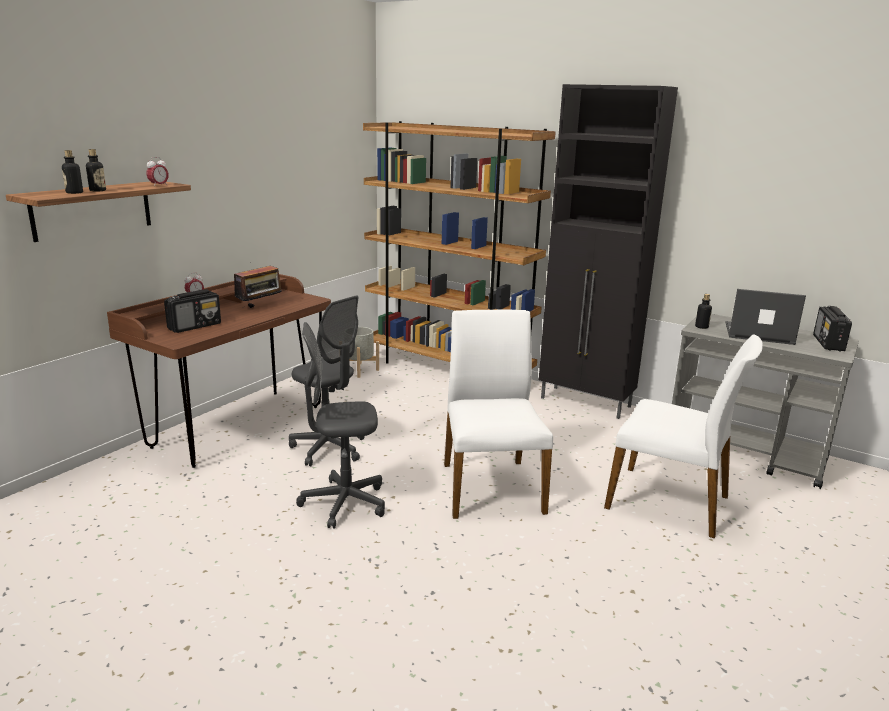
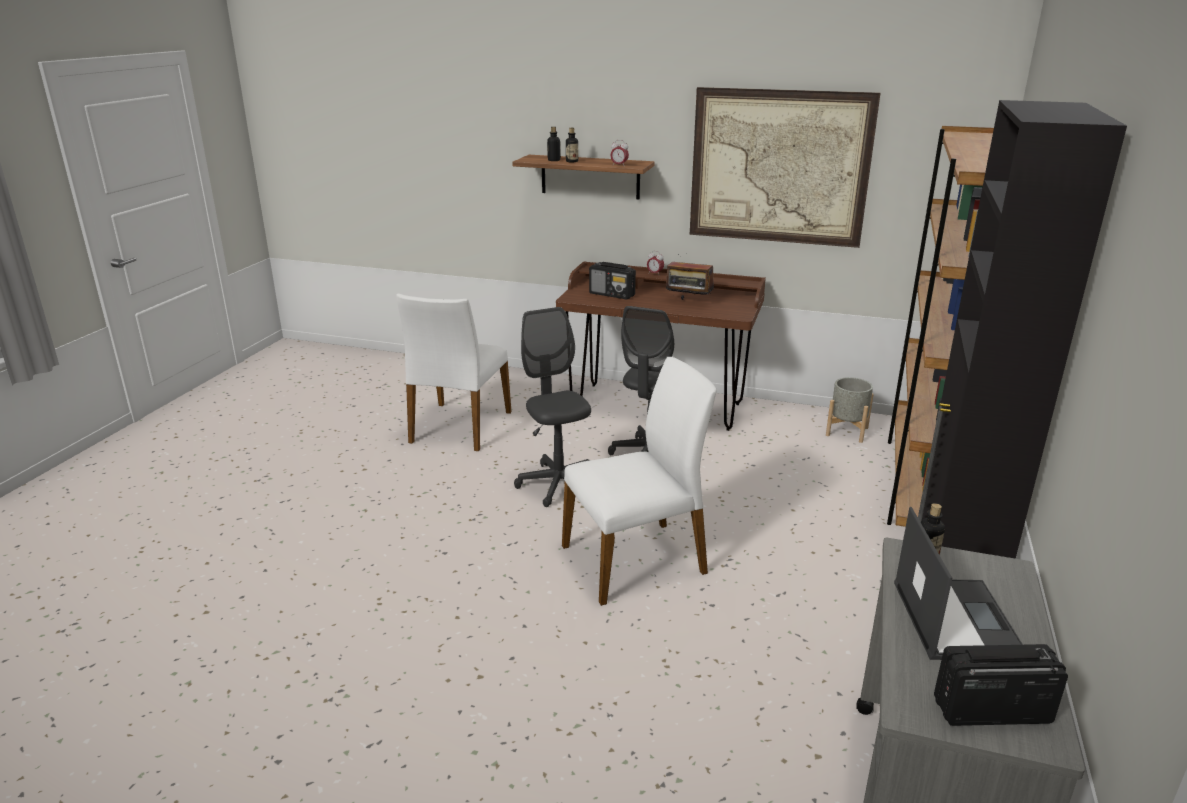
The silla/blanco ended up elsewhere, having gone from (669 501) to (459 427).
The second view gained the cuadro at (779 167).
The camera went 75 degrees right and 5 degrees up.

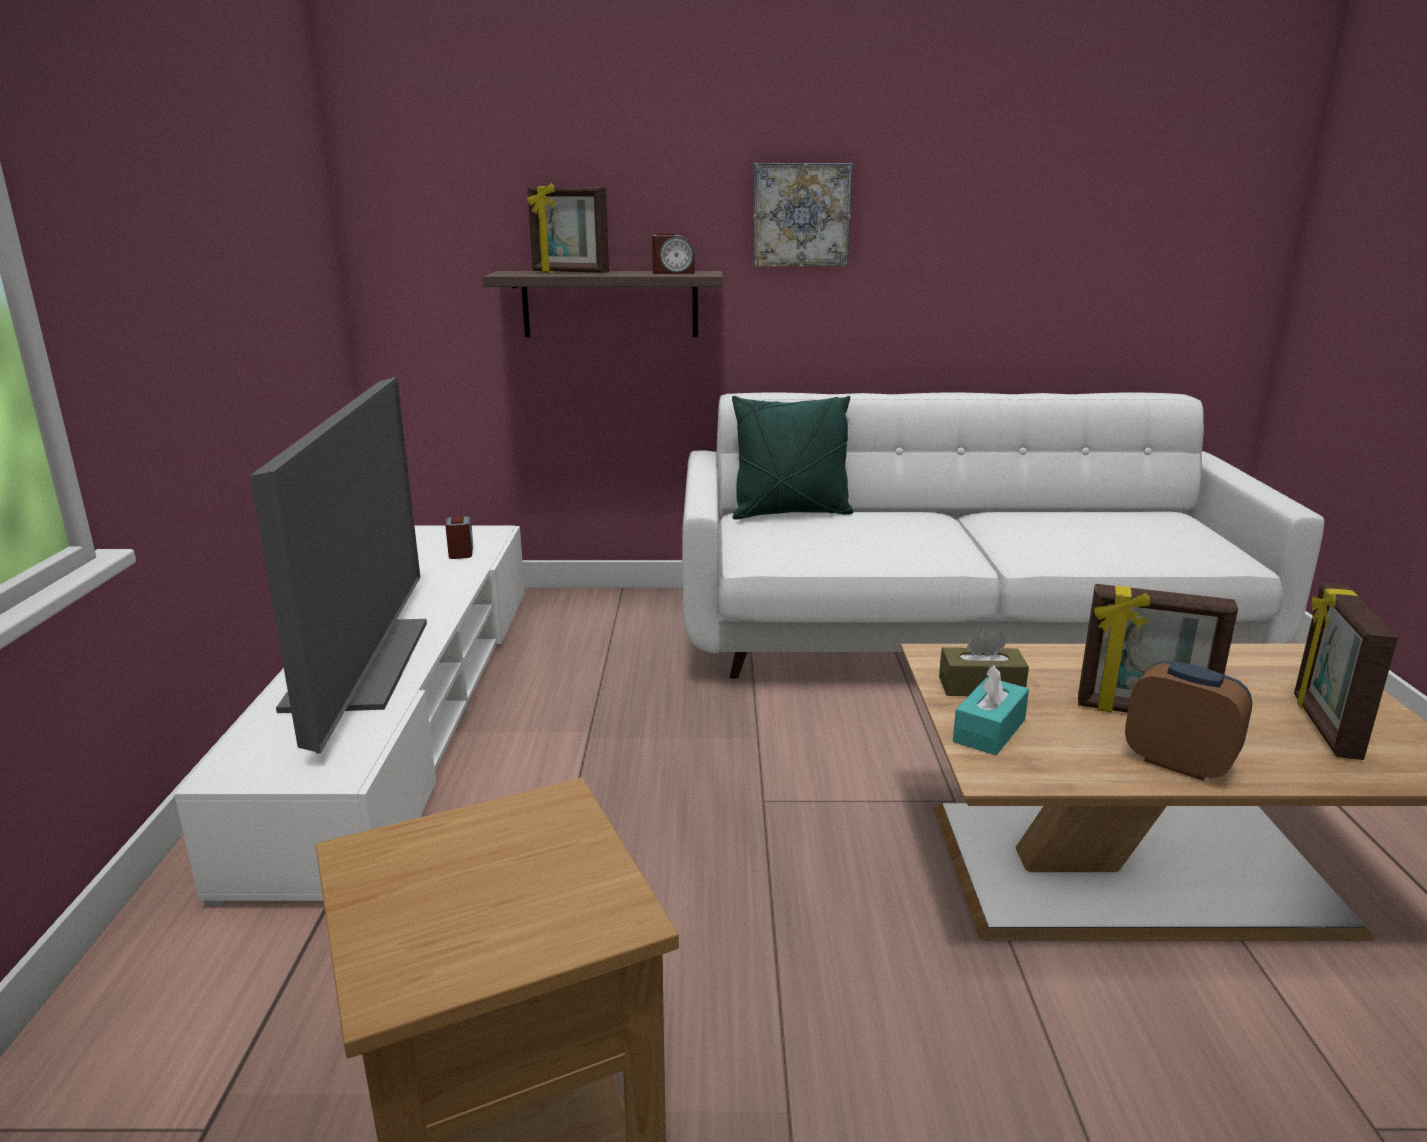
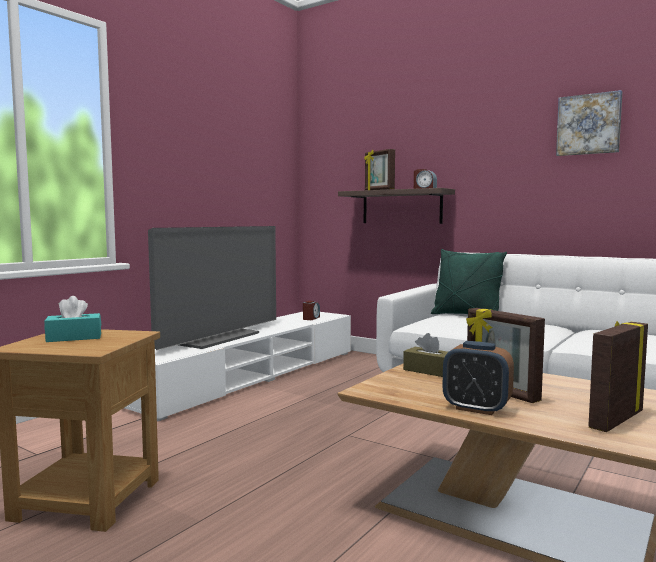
The cuadro ended up elsewhere, having gone from (801 215) to (588 124).
The despertador at (1178 763) ended up facing another way, 135 degrees clockwise from before.
The caja de pañuelos/turquesa ended up elsewhere, having gone from (989 730) to (74 337).
The camera went 35 degrees right and 15 degrees down.

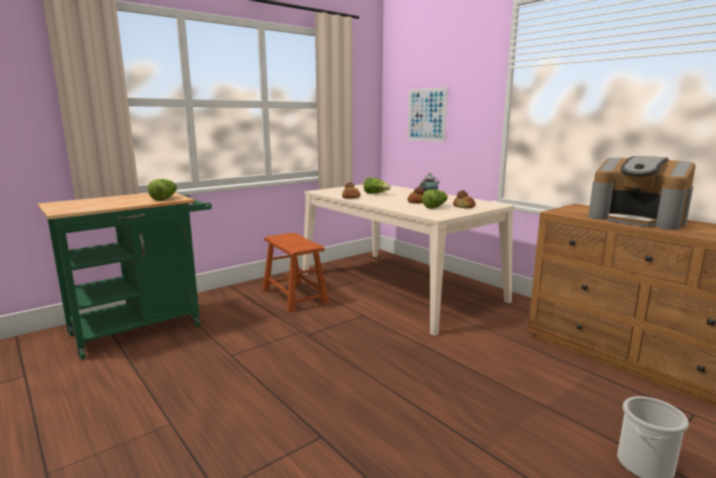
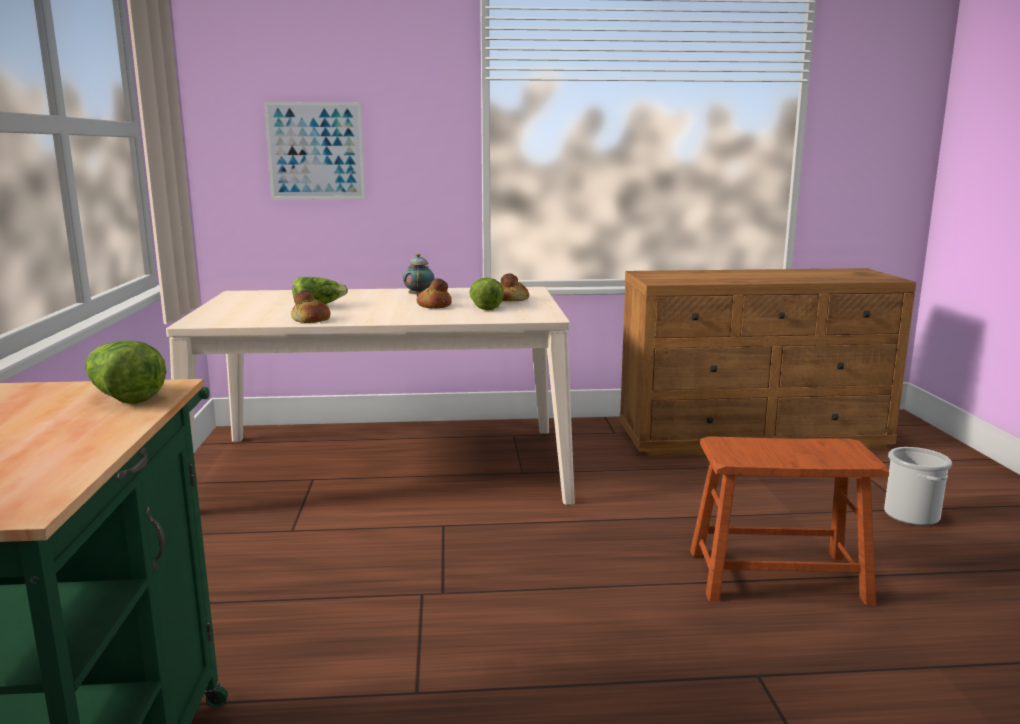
The second view lost the cafetera at (637 219).
The taburete/marrón ended up elsewhere, having gone from (294 296) to (777 576).
The camera went 55 degrees left and 0 degrees up.

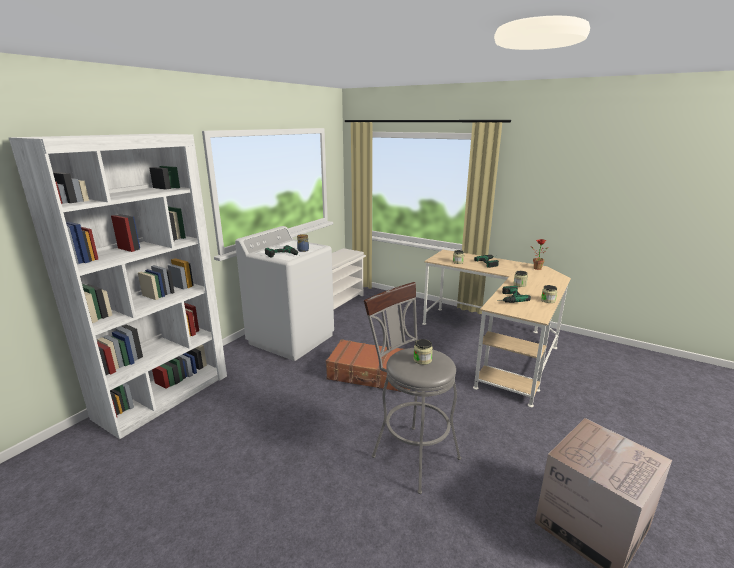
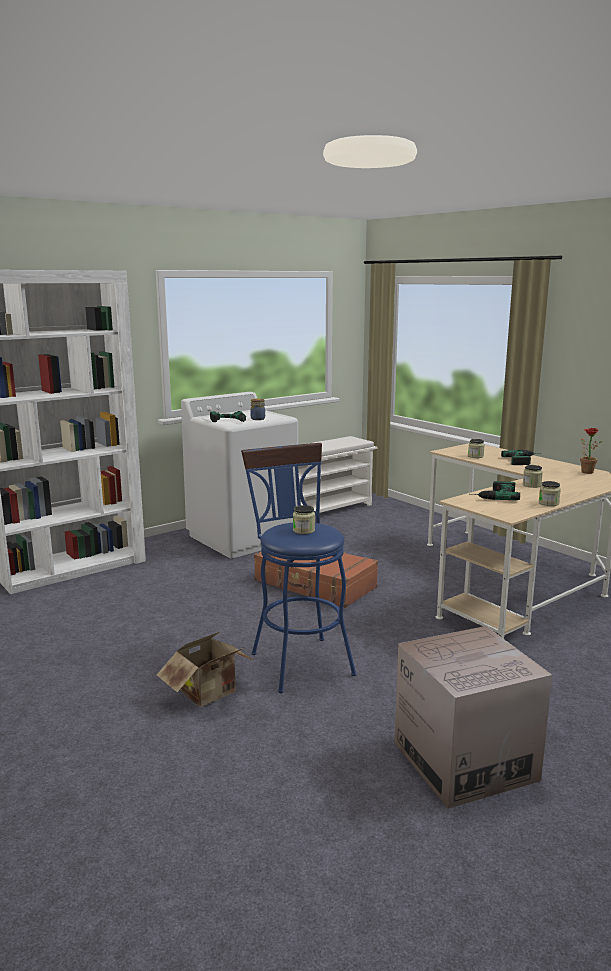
What was the taburete/gris at (410 453) turned into the taburete/azul at (298 659).
The second view gained the caja de cartón at (211 694).
The camera went 20 degrees right and 5 degrees down.

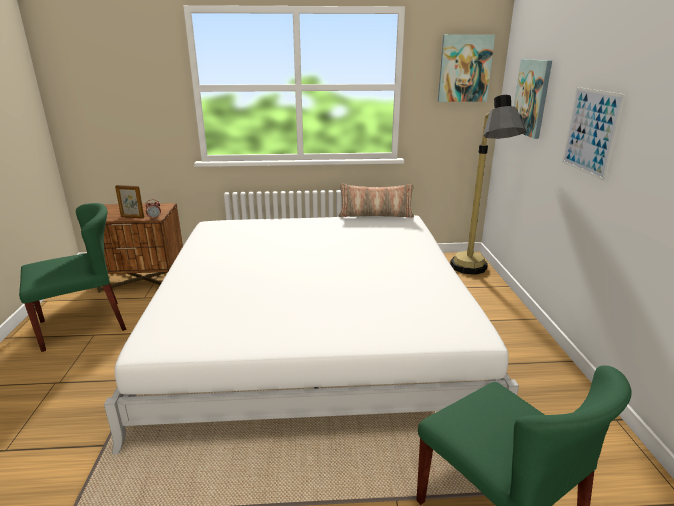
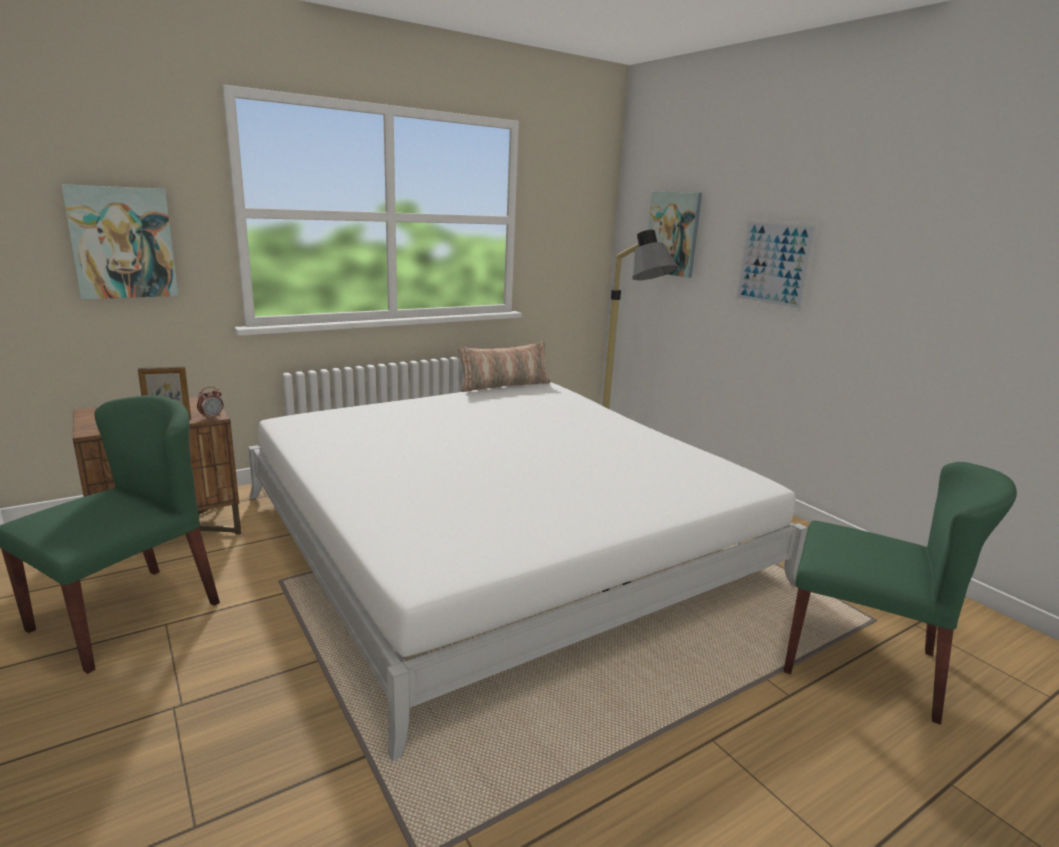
The cuadro ended up elsewhere, having gone from (464 68) to (123 243).
The camera went 30 degrees left and 5 degrees down.

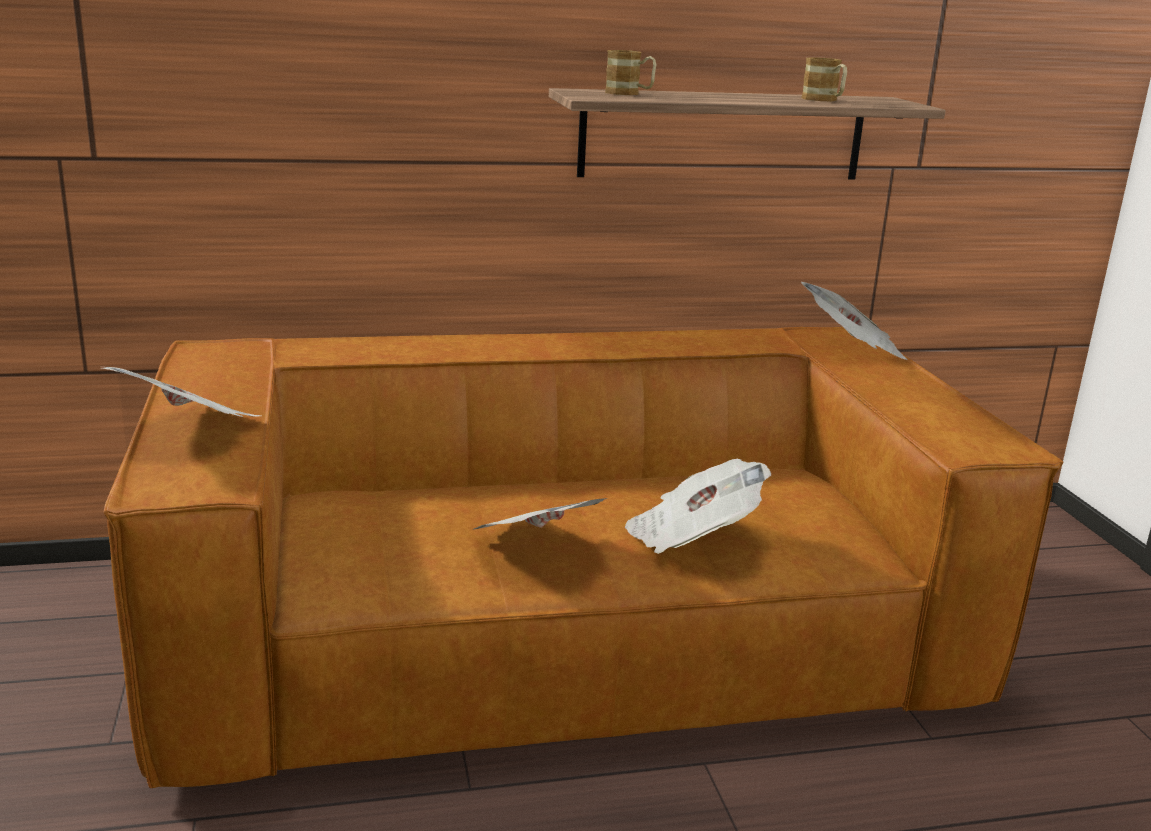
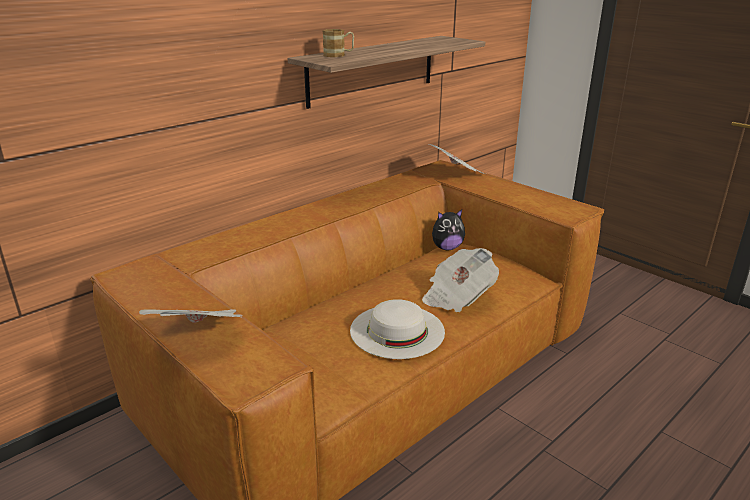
The second view lost the taza grande at (824 100).
Where the periódico stood at (536 547), the sombrero/blanco came to stand at (397 330).
The second view gained the peluche at (446 248).
The camera went 30 degrees left and 5 degrees up.

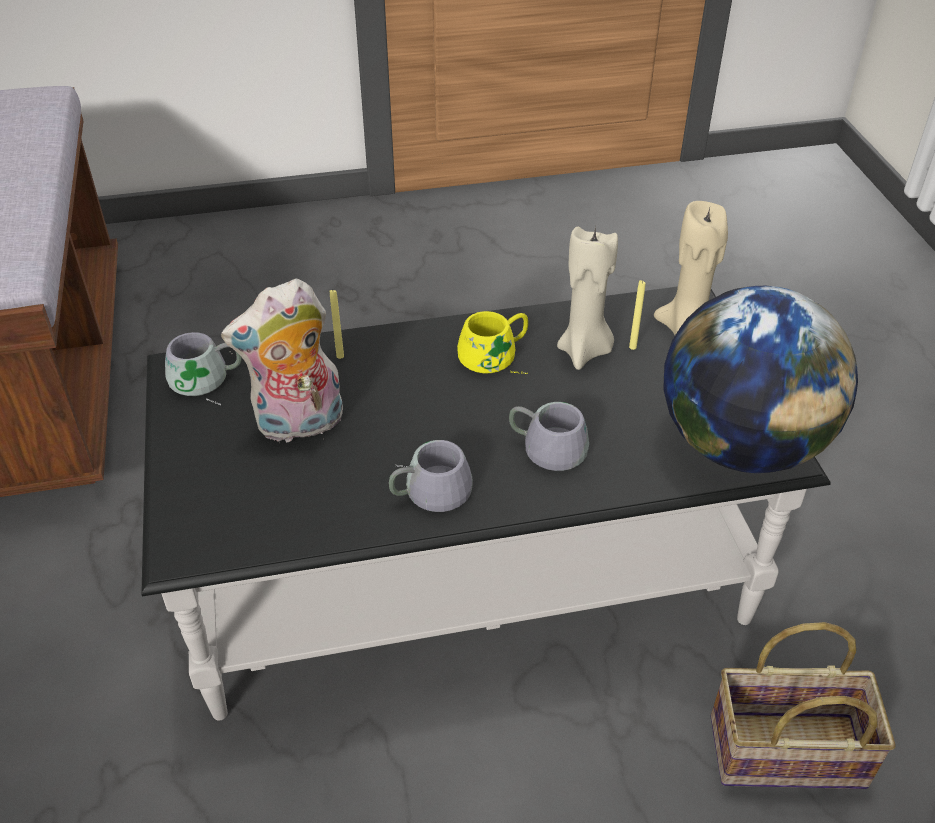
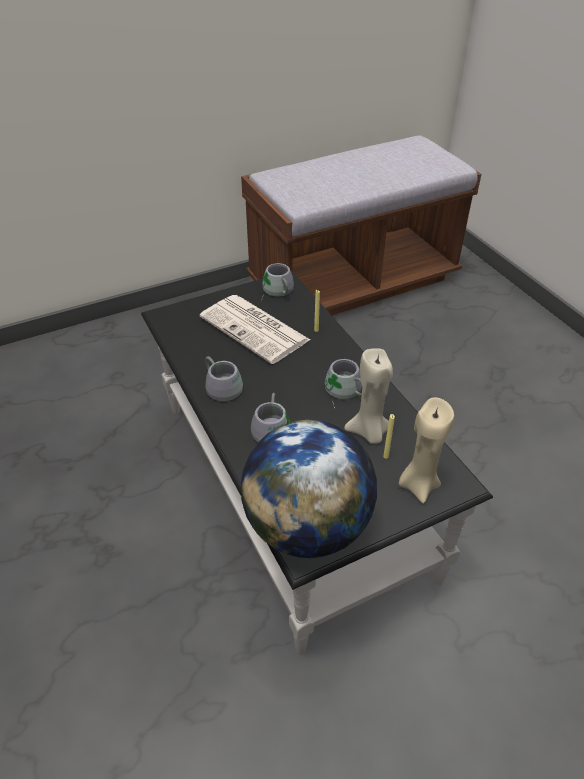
Where the peluche stood at (299 425), the periódico came to stand at (256 329).
What was the taza grande/amarillo at (496 357) turned into the taza grande/gris at (343 392).
The second view lost the cesta at (783 754).
The camera went 75 degrees right and 0 degrees up.

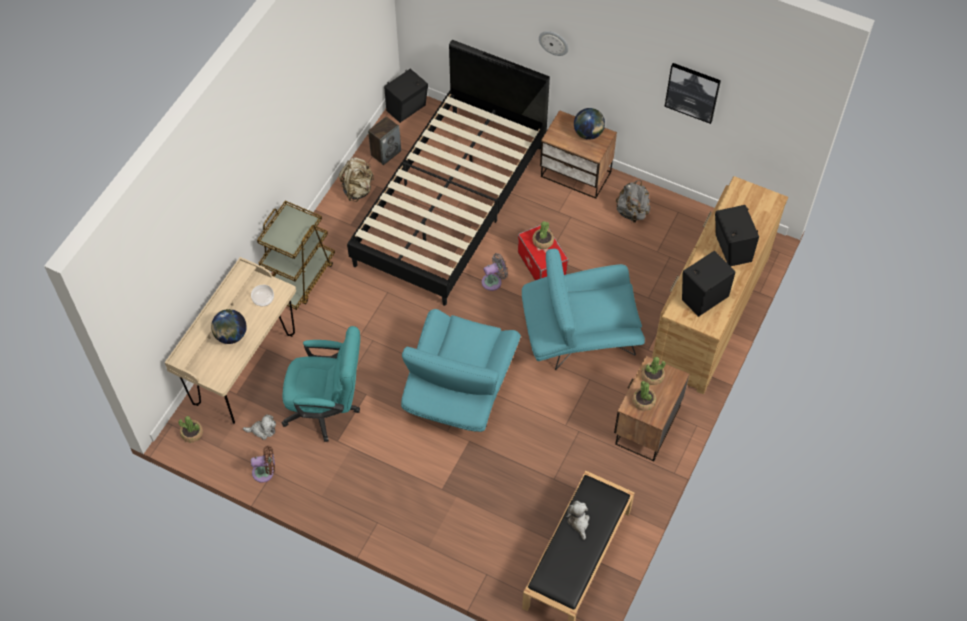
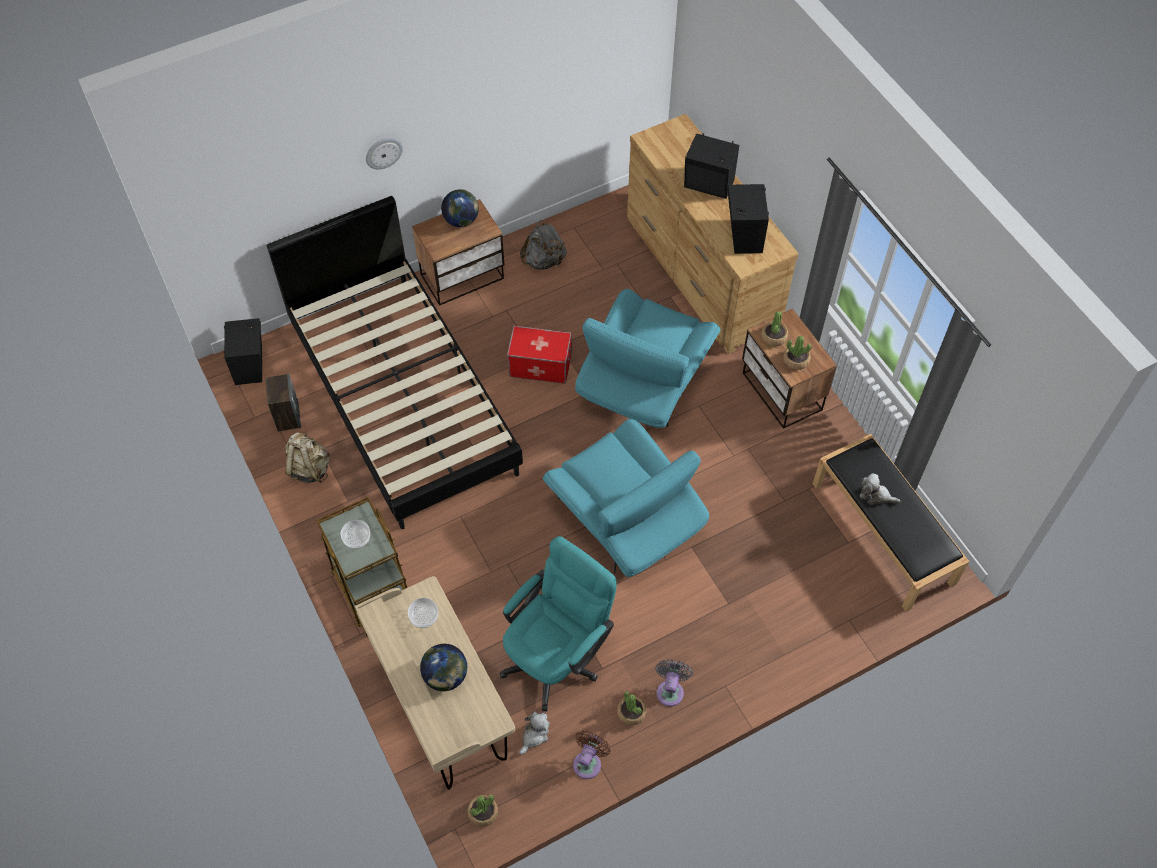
The second view lost the cuadro at (692 92).
The planta en maceta ended up elsewhere, having gone from (543 241) to (631 712).
The ventilador/gris ended up elsewhere, having gone from (493 281) to (670 690).
The second view gained the cuenco at (357 538).
The camera went 55 degrees left and 0 degrees up.

